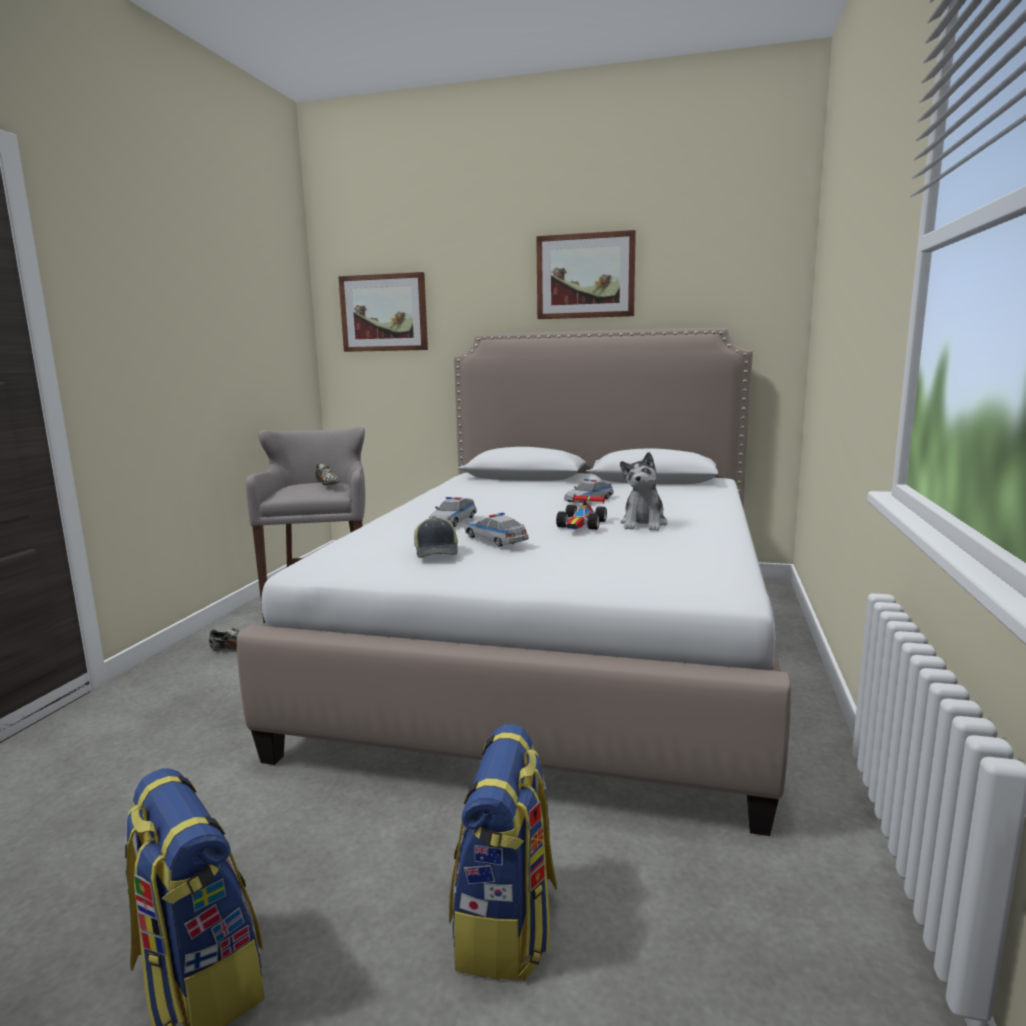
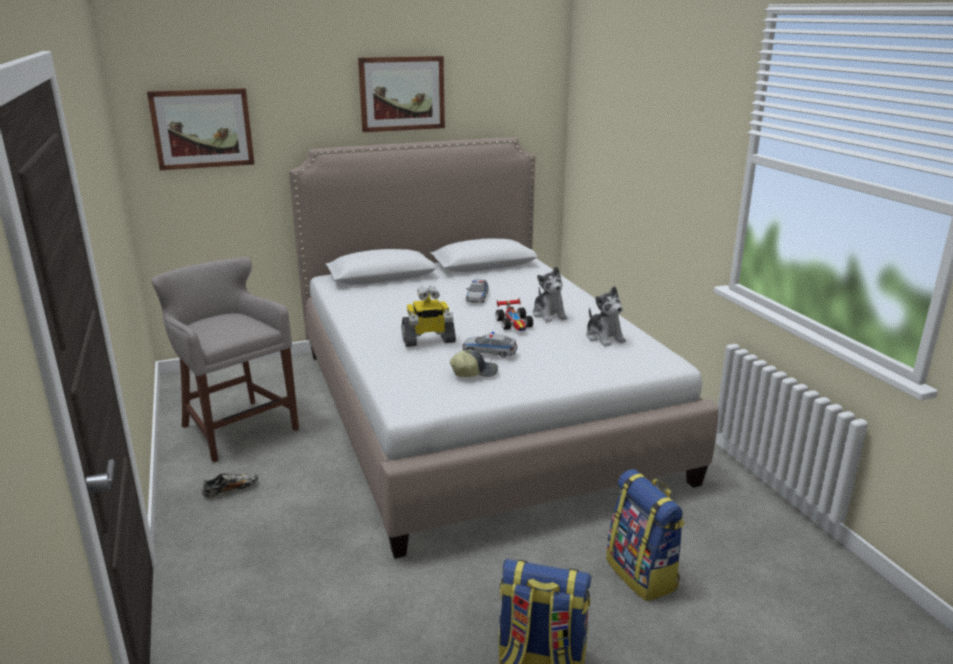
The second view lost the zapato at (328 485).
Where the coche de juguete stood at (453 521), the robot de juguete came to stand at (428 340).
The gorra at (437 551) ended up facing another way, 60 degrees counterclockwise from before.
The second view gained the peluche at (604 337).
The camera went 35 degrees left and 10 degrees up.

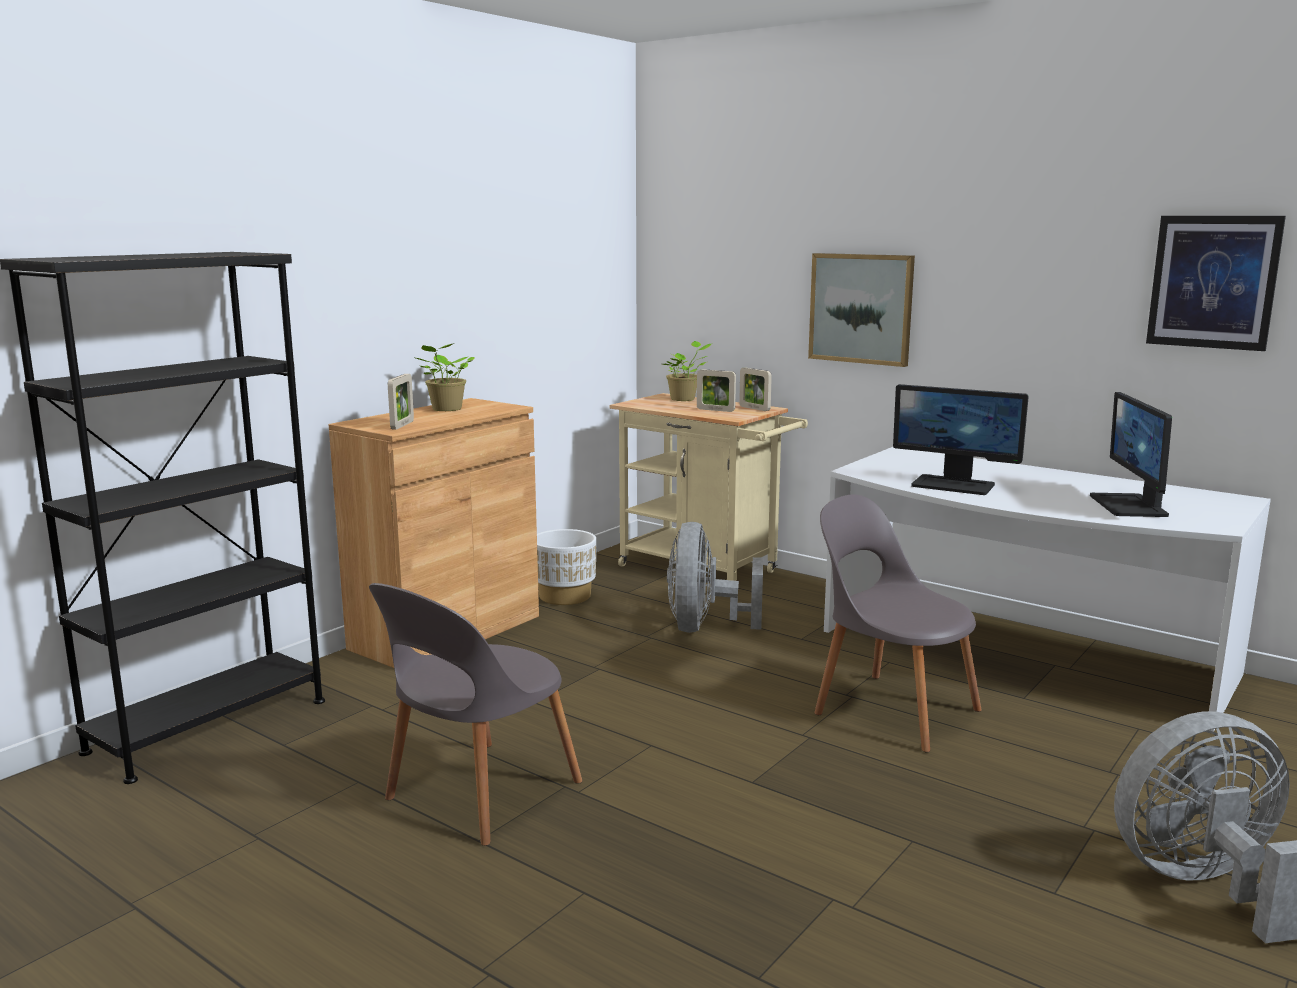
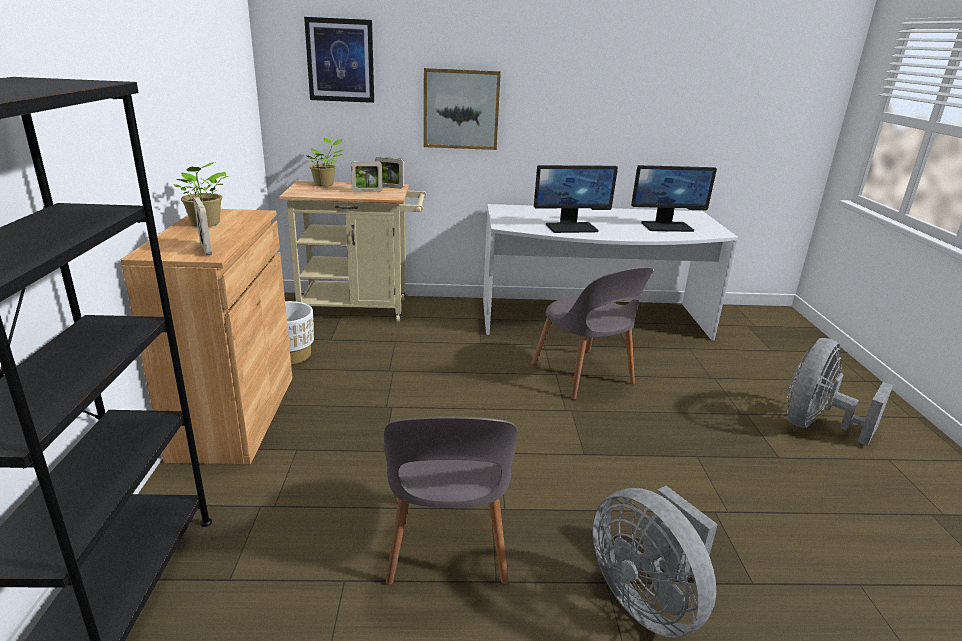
The cuadro ended up elsewhere, having gone from (1213 282) to (340 60).
The monitor at (1130 506) ended up facing another way, 60 degrees counterclockwise from before.
The silla/gris at (891 709) ended up facing another way, 120 degrees counterclockwise from before.
The ventilador/gris ended up elsewhere, having gone from (704 627) to (647 600).
The camera went 40 degrees left and 10 degrees up.

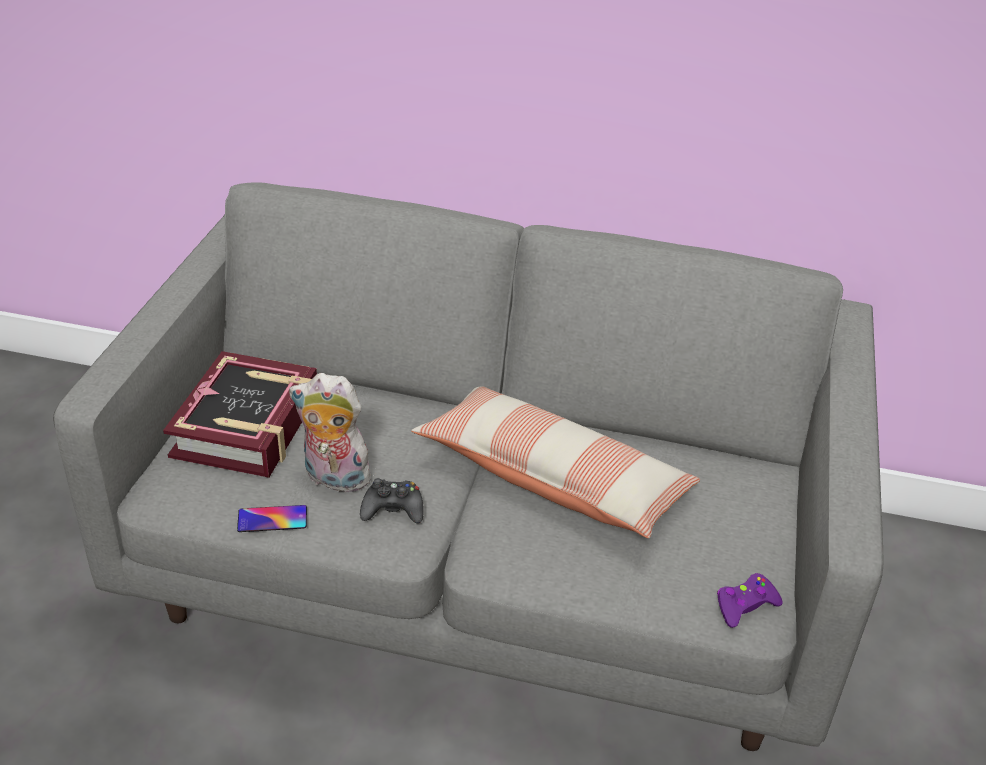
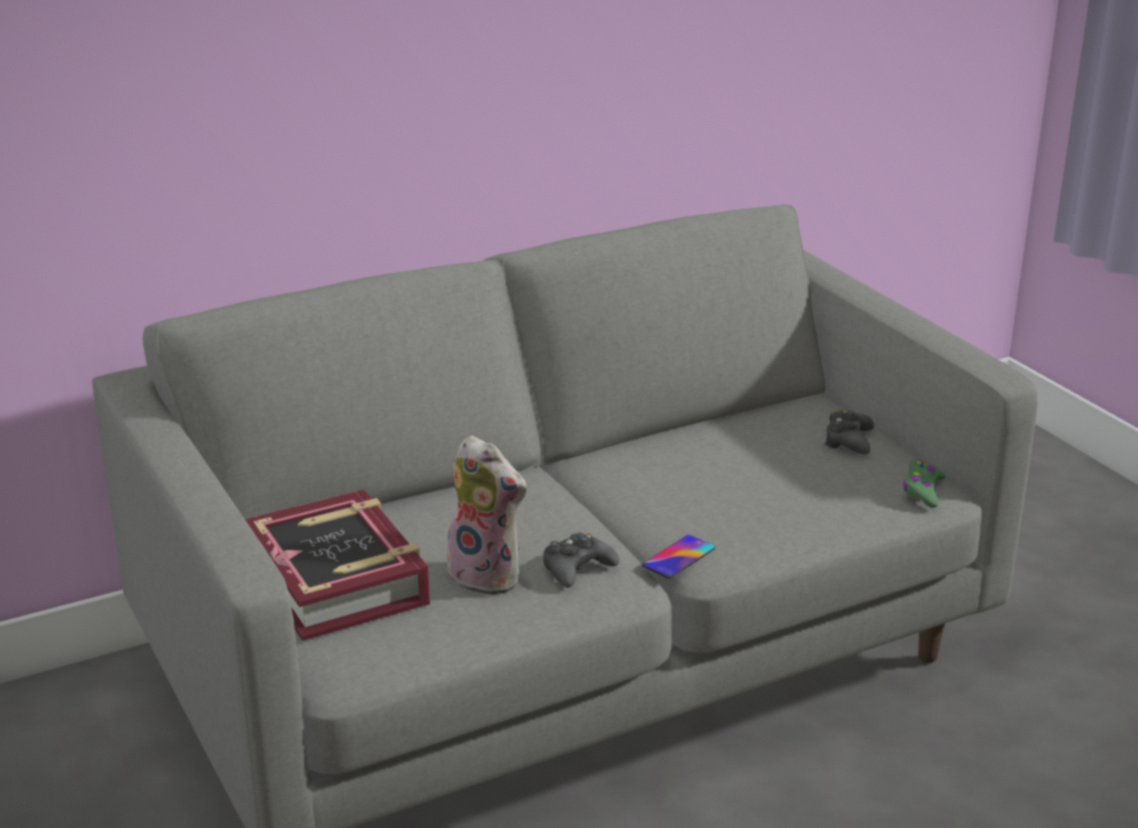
The peluche at (333 479) ended up facing another way, 120 degrees counterclockwise from before.
The second view lost the cojín at (553 479).
The móvil ended up elsewhere, having gone from (272 519) to (679 557).
What was the mando de consola/morado at (745 605) turned into the mando de consola/verde at (923 490).
The second view gained the mando de consola/negro at (848 441).
The camera went 40 degrees left and 10 degrees down.

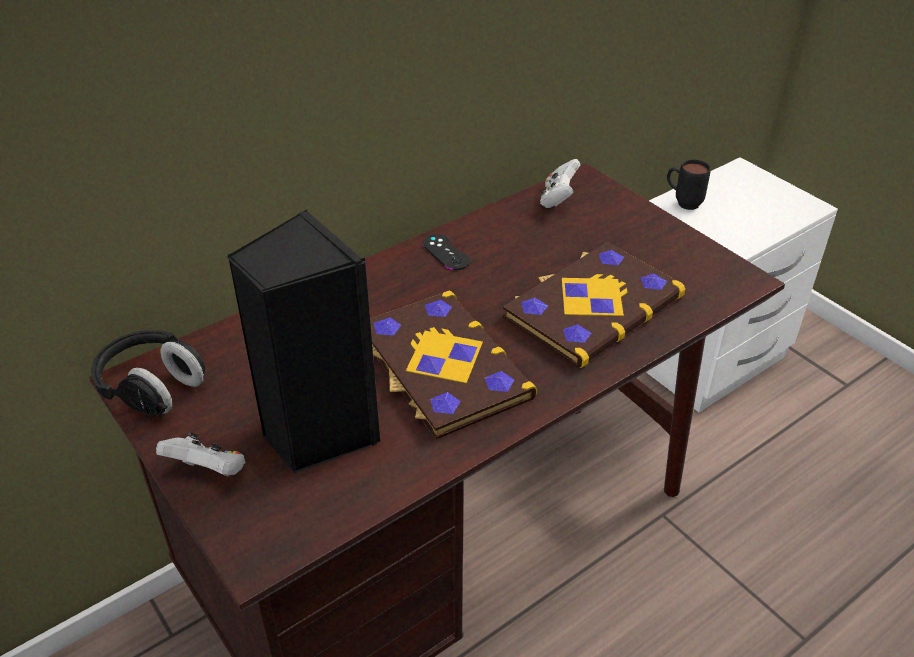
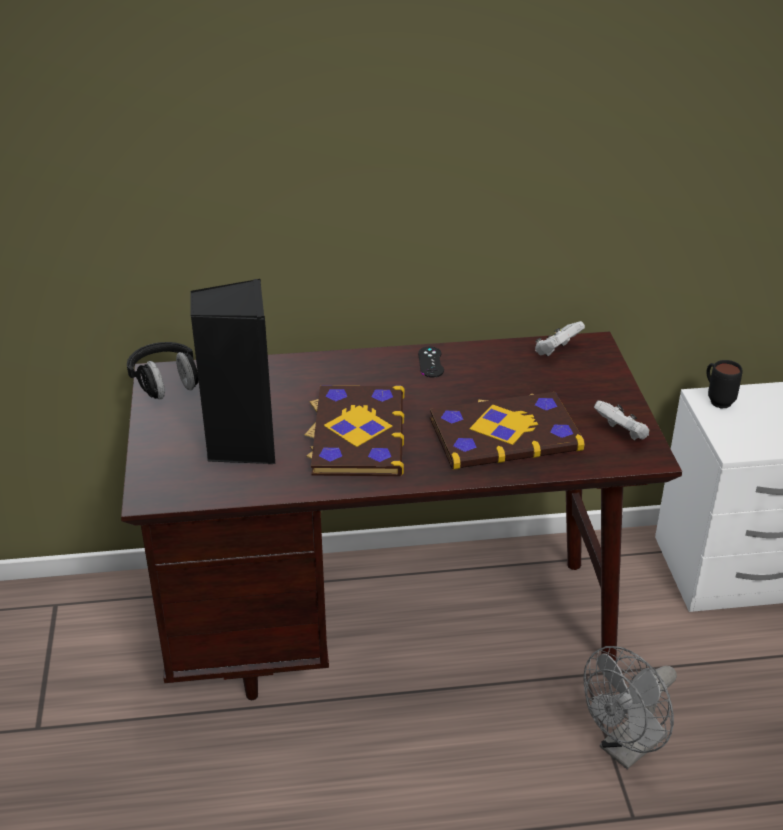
The mando de consola/blanco ended up elsewhere, having gone from (208 471) to (622 434).
The second view gained the ventilador/gris at (626 749).
The camera went 30 degrees right and 5 degrees down.

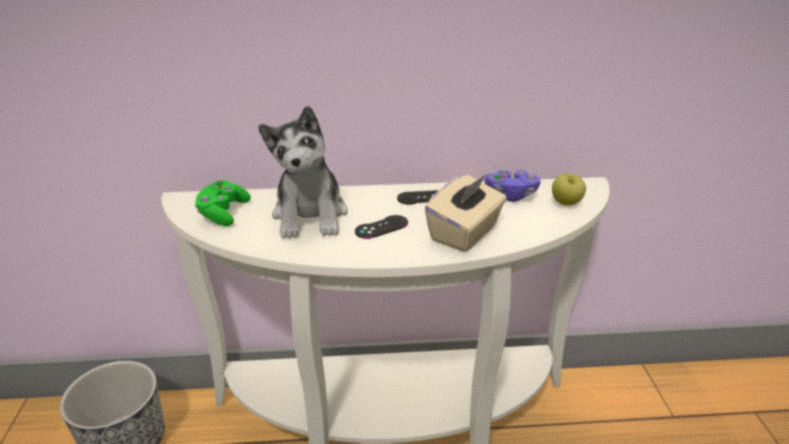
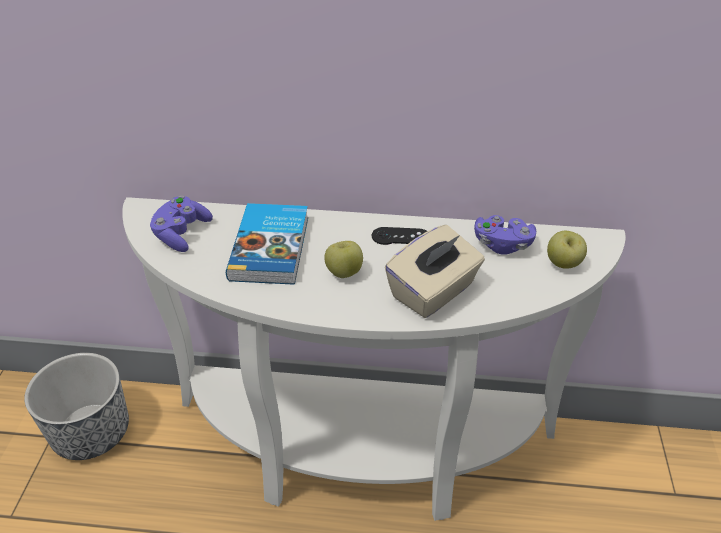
Where the peluche stood at (310 215), the libro came to stand at (272 247).
What was the mando de consola/verde at (223 213) turned into the mando de consola/morado at (181 234).
Where the mando de consola/negro stood at (381 227), the manzana came to stand at (344 272).
The camera went 10 degrees right and 10 degrees up.

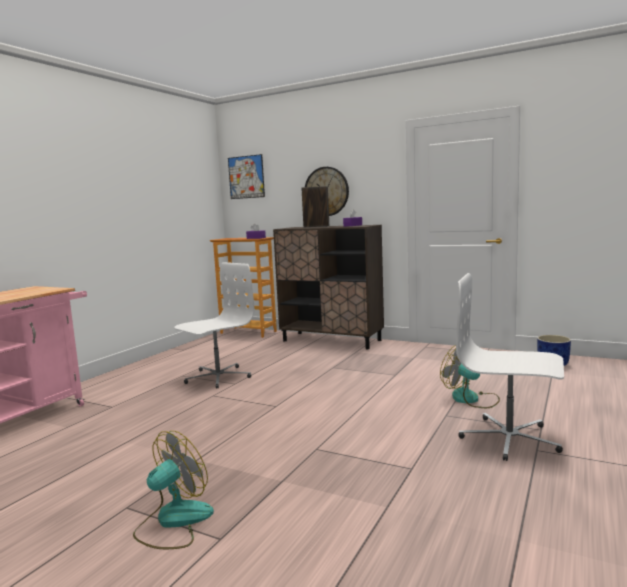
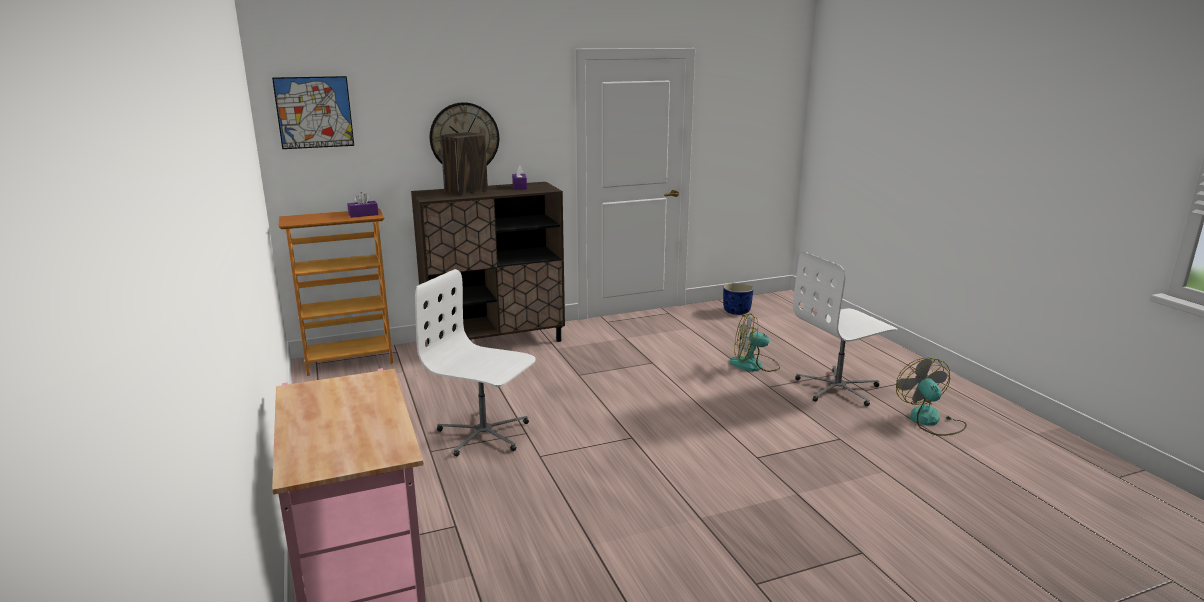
The silla de oficina/blanco at (217 377) ended up facing another way, 60 degrees counterclockwise from before.
The ventilador ended up elsewhere, having gone from (173 521) to (930 421).
The camera went 50 degrees left and 10 degrees up.

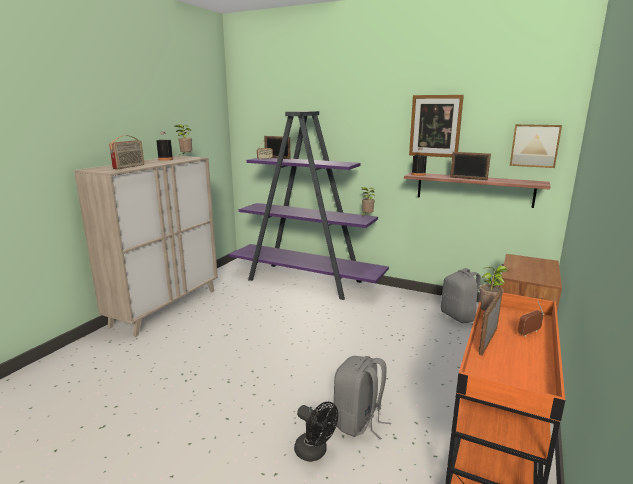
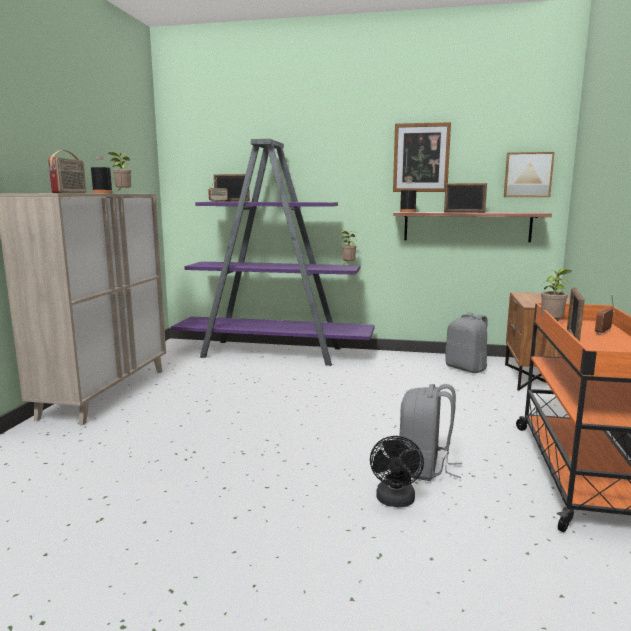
The ventilador/negro at (315 452) ended up facing another way, 75 degrees clockwise from before.
The camera went 15 degrees left and 5 degrees down.

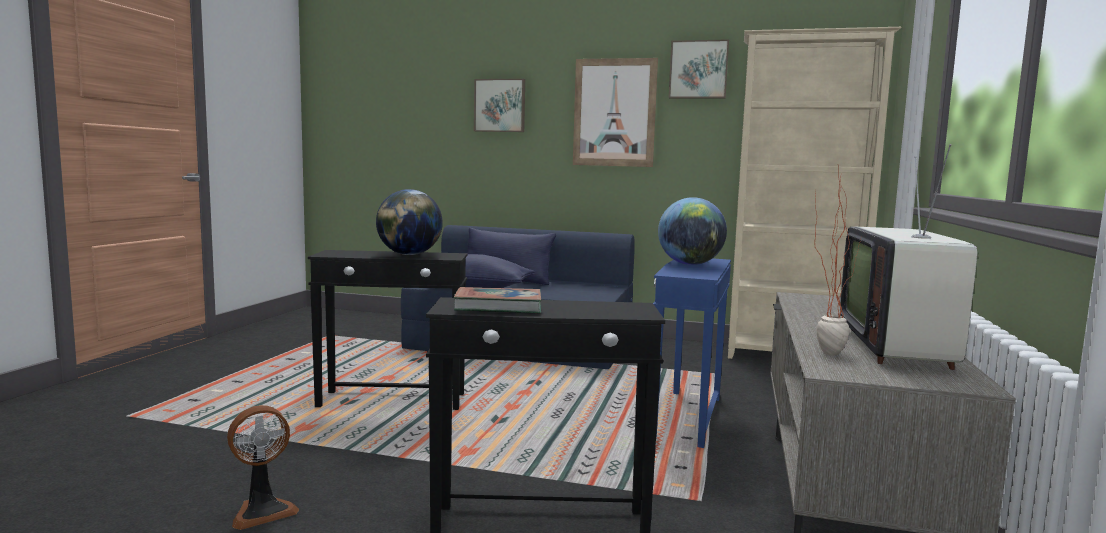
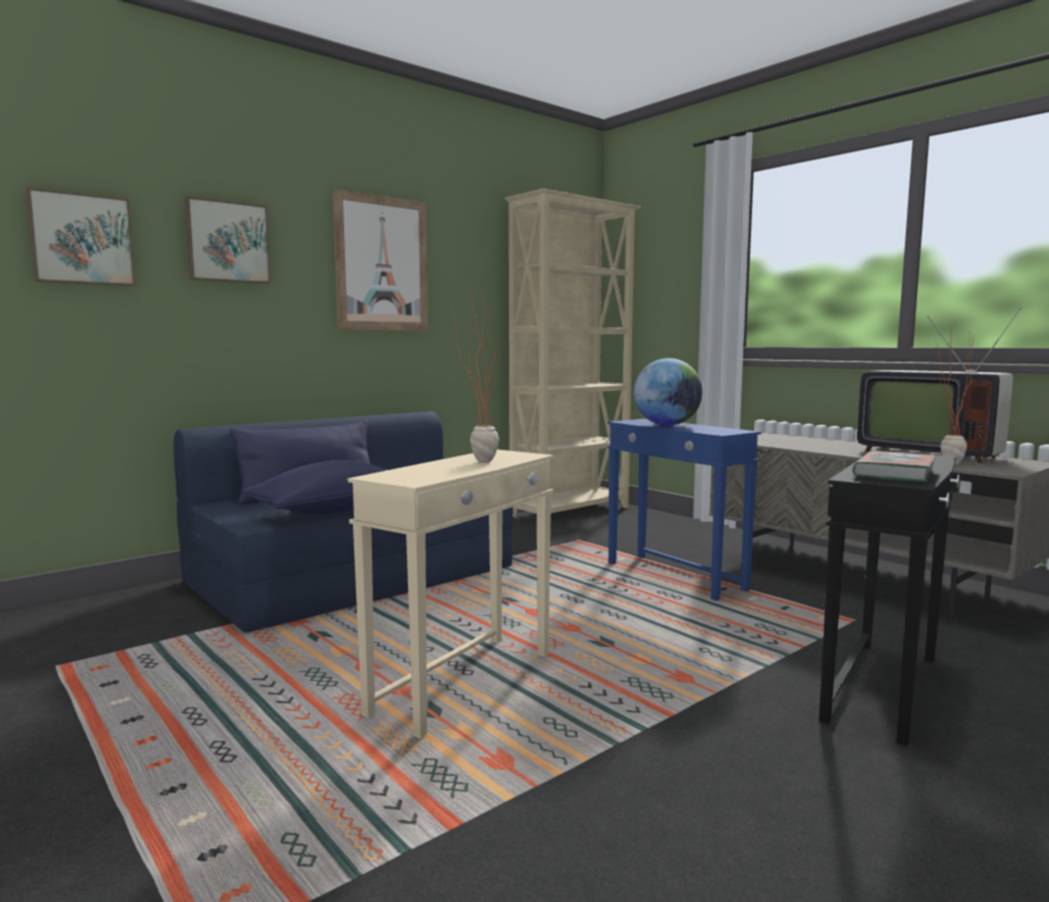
The cuadro ended up elsewhere, having gone from (698 70) to (82 239).
Where the globo terráqueo stood at (409 254), the planta en maceta came to stand at (477 461).
What was the mesa auxiliar/negro at (392 401) turned into the mesa auxiliar/beis at (465 683).
The second view lost the ventilador at (262 511).
The camera went 55 degrees left and 0 degrees up.

